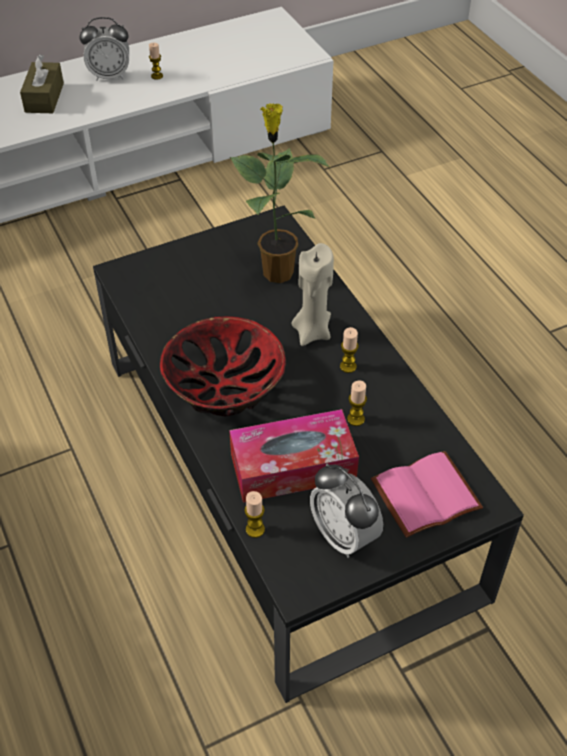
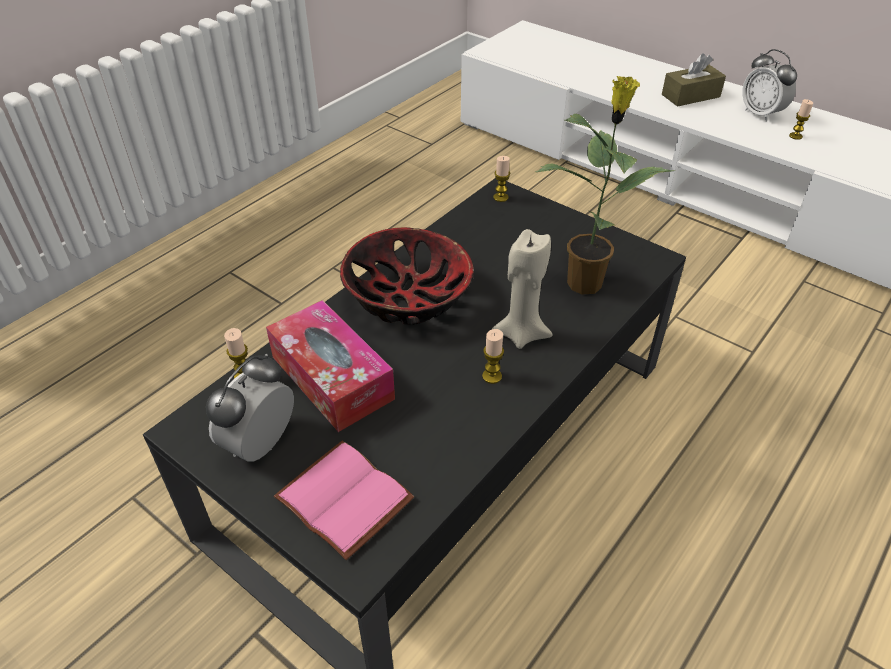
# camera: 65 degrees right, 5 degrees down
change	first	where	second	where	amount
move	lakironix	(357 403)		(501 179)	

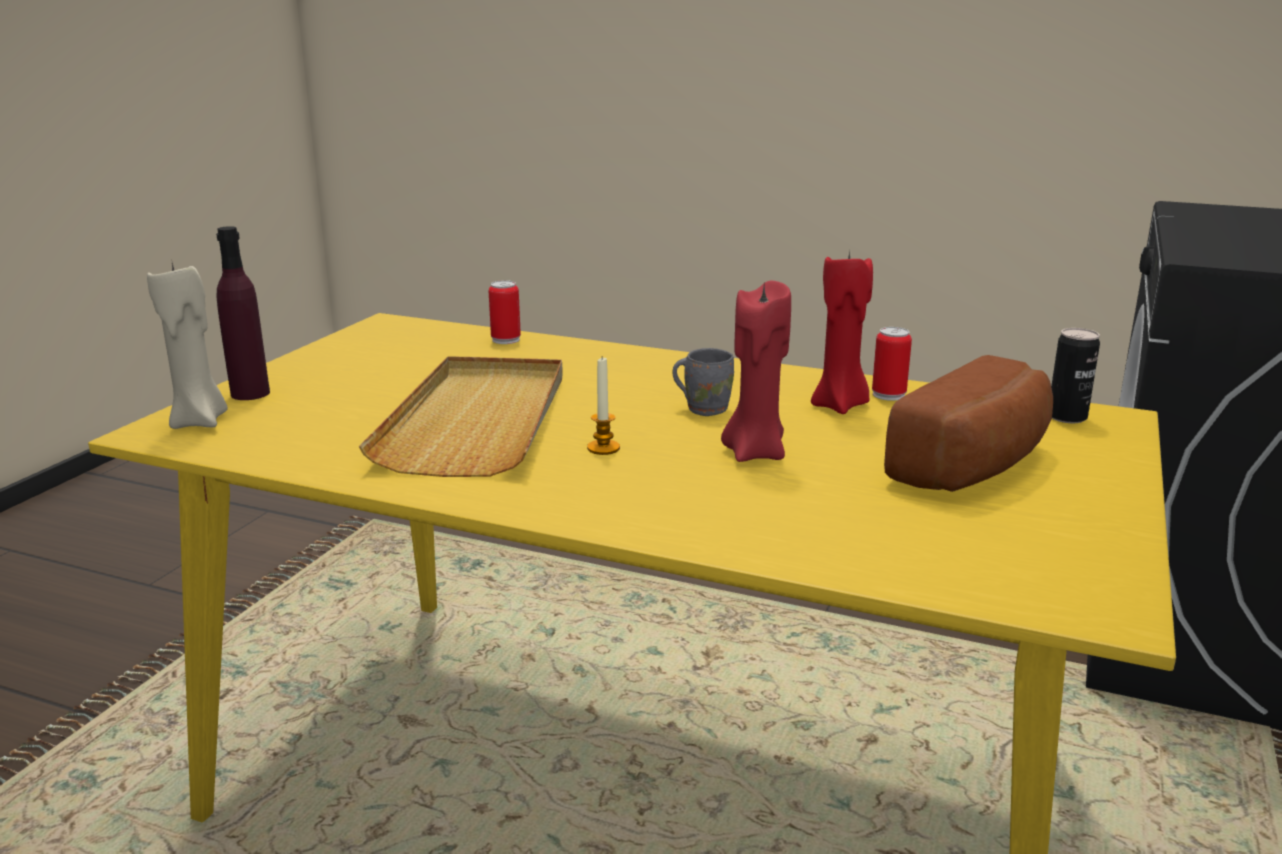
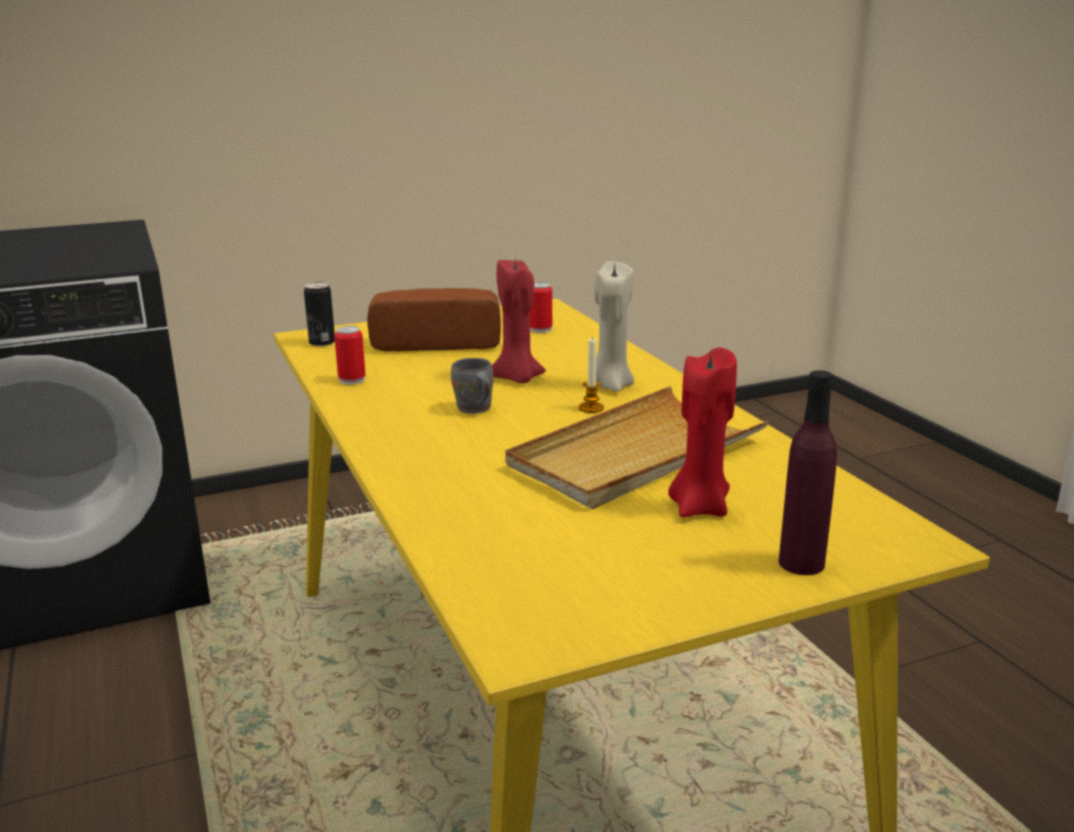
# camera: 135 degrees left, 0 degrees up
change	first	where	second	where	amount
move	red_lakironix	(842 332)		(702 432)	
move	beige_lakironix	(187 344)		(614 326)	
move	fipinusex	(505 312)		(541 307)	

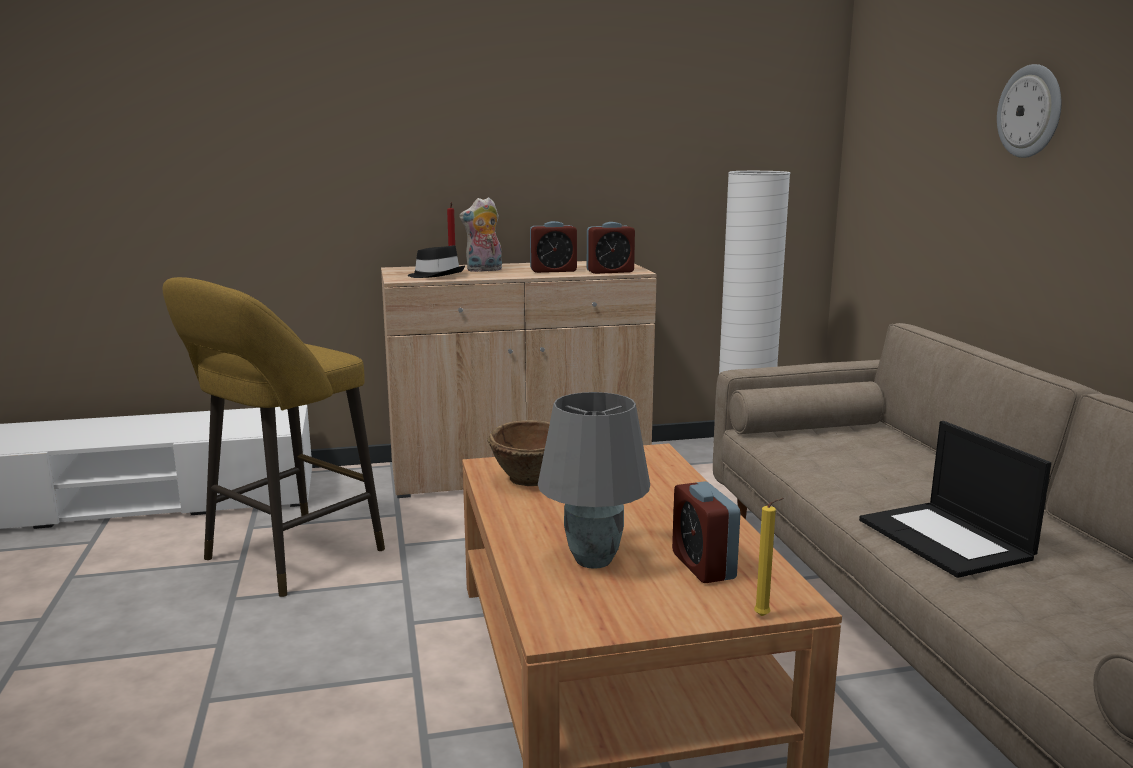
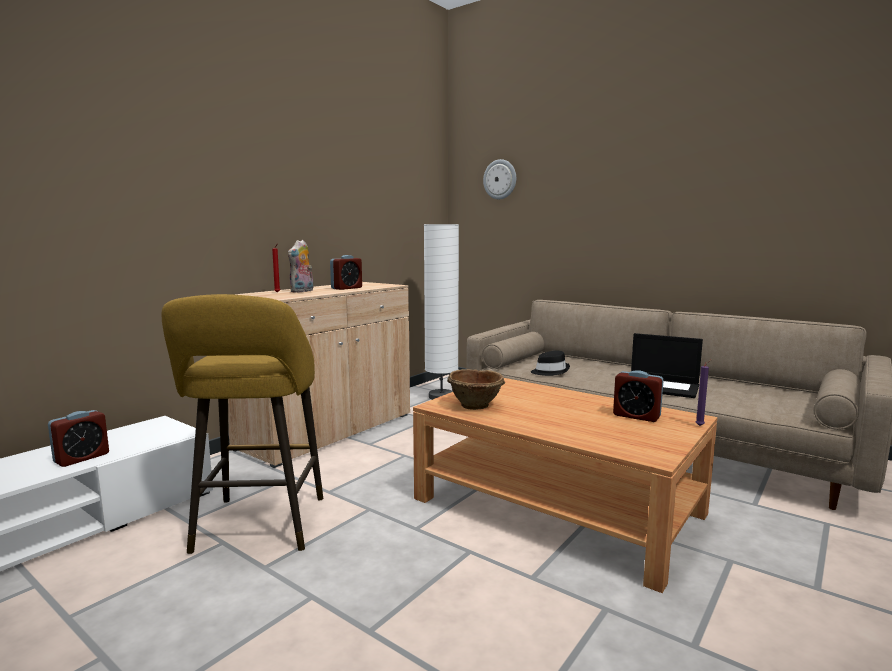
# camera: 40 degrees left, 5 degrees down
change	first	where	second	where	amount
move	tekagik	(1029 111)		(499 179)	
move	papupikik	(611 248)		(78 438)	
move	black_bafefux	(436 261)		(550 363)	
delete	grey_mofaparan	(594 480)			
recolor	yellow_lakironix	(769 557)	purple_lakironix	(703 393)	

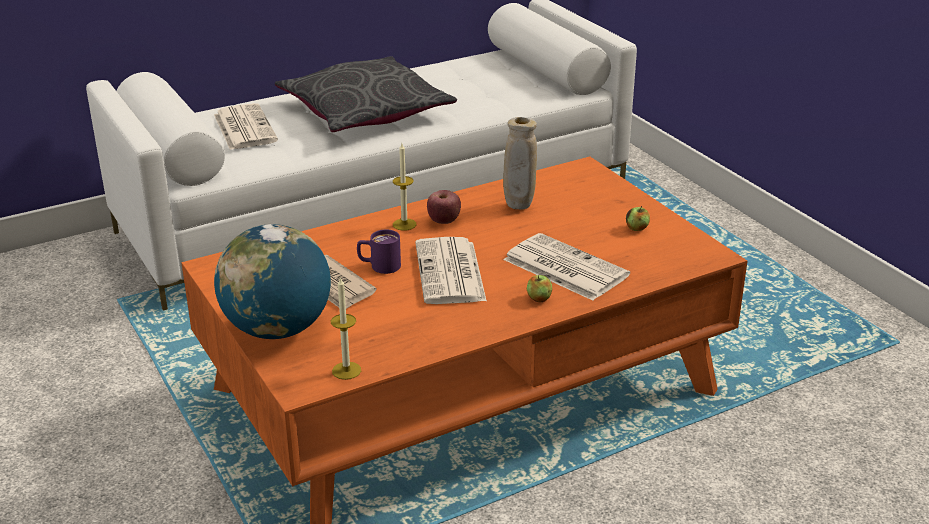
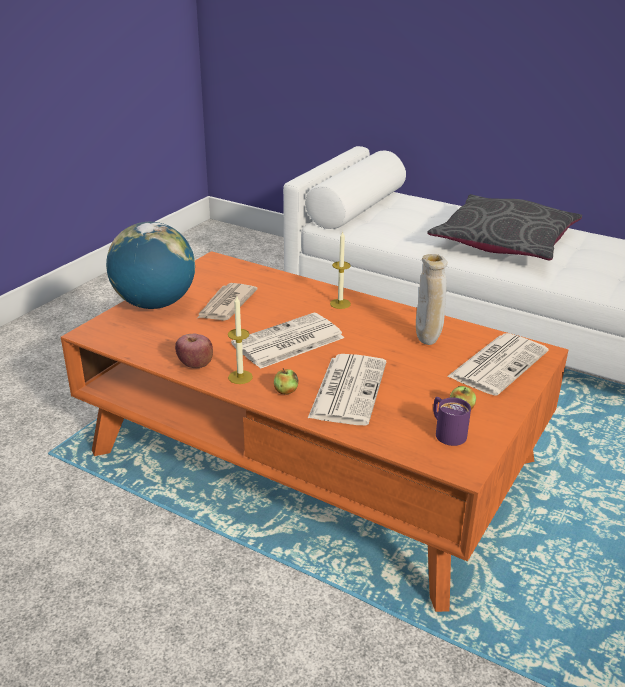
# camera: 60 degrees right, 0 degrees up
change	first	where	second	where	amount
move	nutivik	(246 126)		(497 364)	
move	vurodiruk	(444 207)		(194 351)	
move	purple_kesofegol	(379 252)		(452 421)	
move	lakironix	(346 328)		(240 340)	

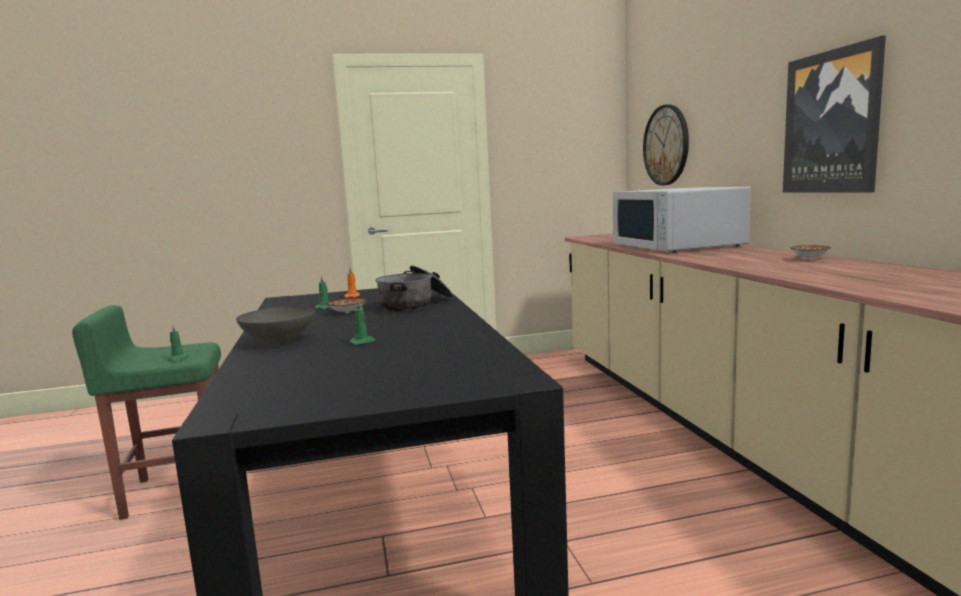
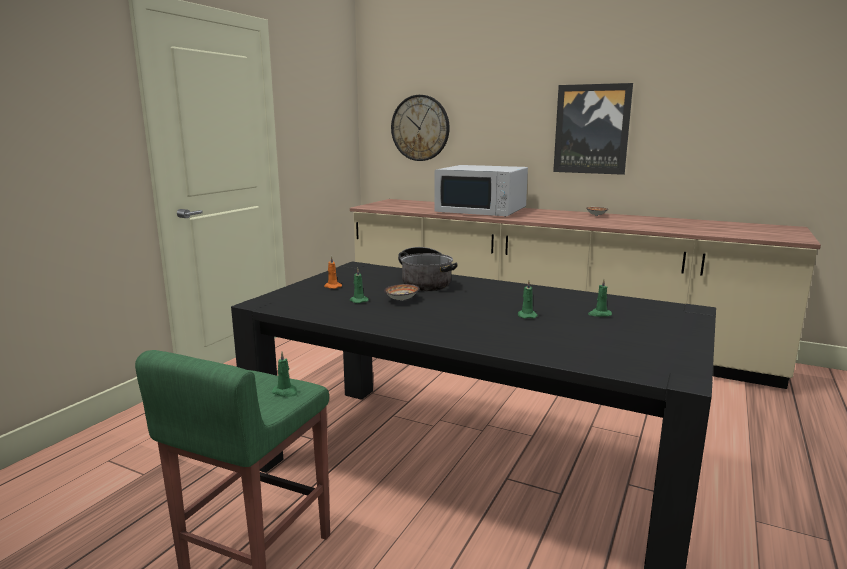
# camera: 50 degrees left, 5 degrees up
change	first	where	second	where	amount
delete	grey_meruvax	(275 325)			
insert			green_lakironix	(600 298)	

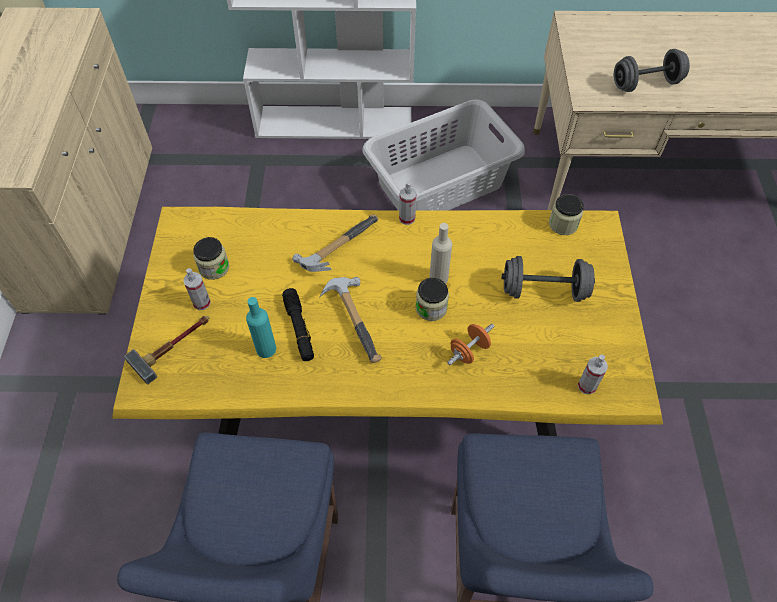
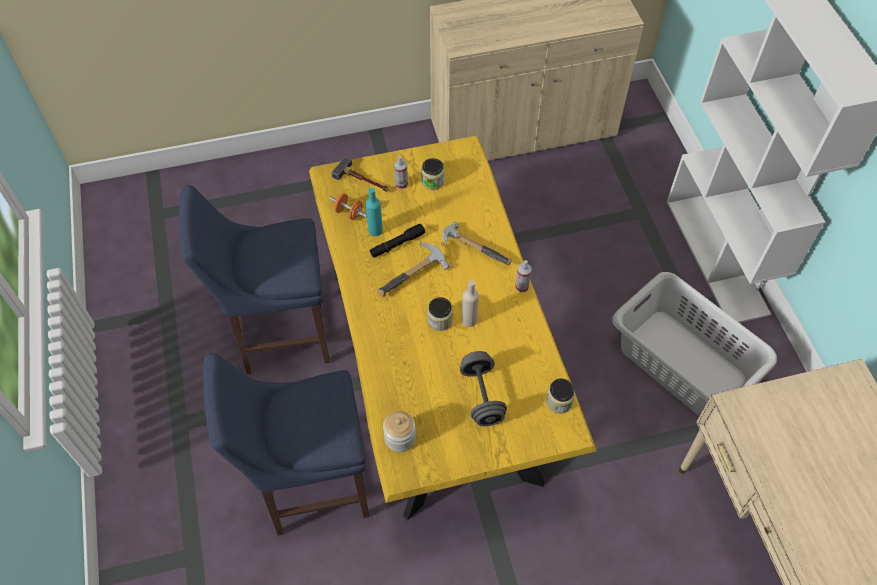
# camera: 75 degrees right, 0 degrees up
change	first	where	second	where	amount
delete	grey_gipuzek	(652 70)			
move	orange_gipuzek	(470 344)		(348 207)	
replace	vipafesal	(593 375)	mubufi	(399 431)	

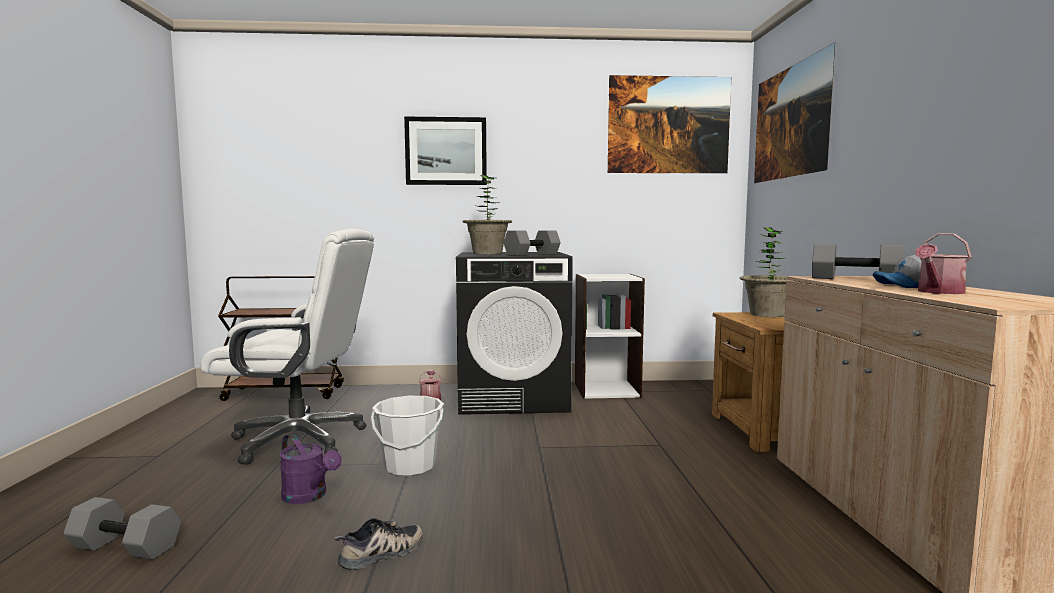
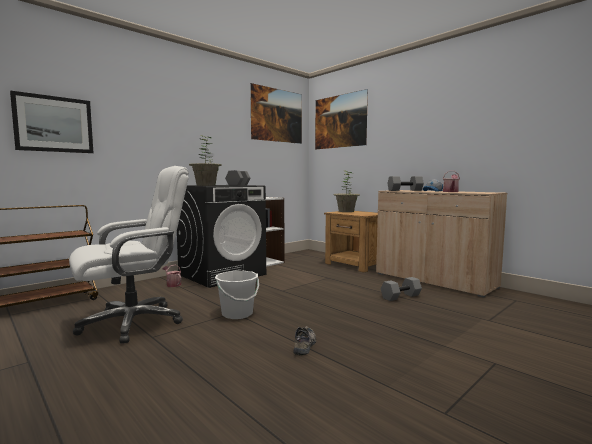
# camera: 40 degrees left, 0 degrees up
change	first	where	second	where	amount
move	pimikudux	(445 151)		(51 122)	
delete	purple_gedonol	(310 469)			
move	grey_gipuzek	(122 528)		(401 289)	

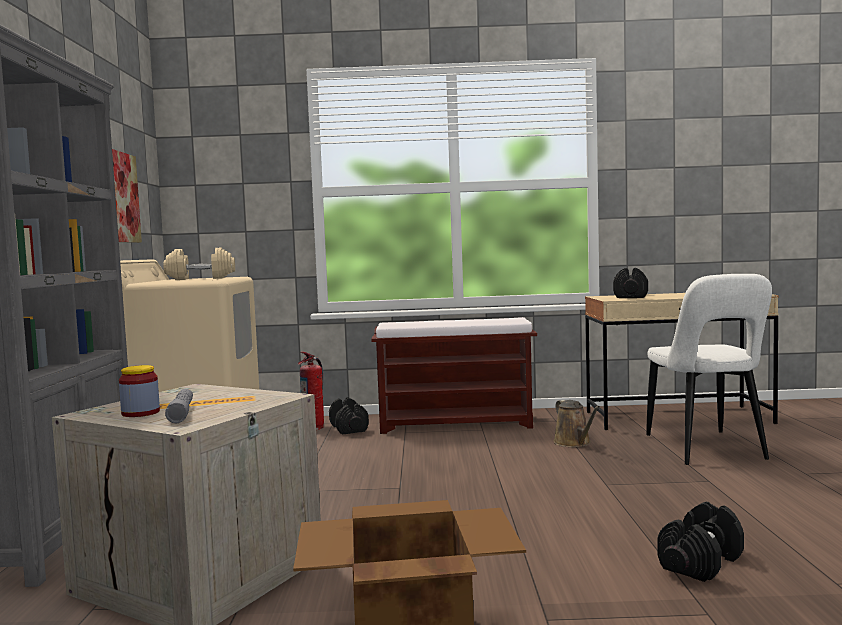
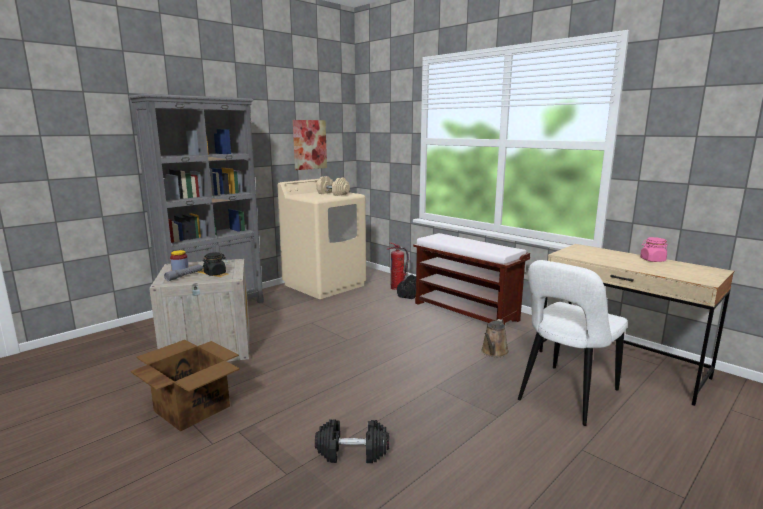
# camera: 45 degrees right, 10 degrees up
change	first	where	second	where	amount
delete	black_gipuzek	(630 283)			
insert			pink_mubufi	(654 249)	
insert			black_mubufi	(214 264)	

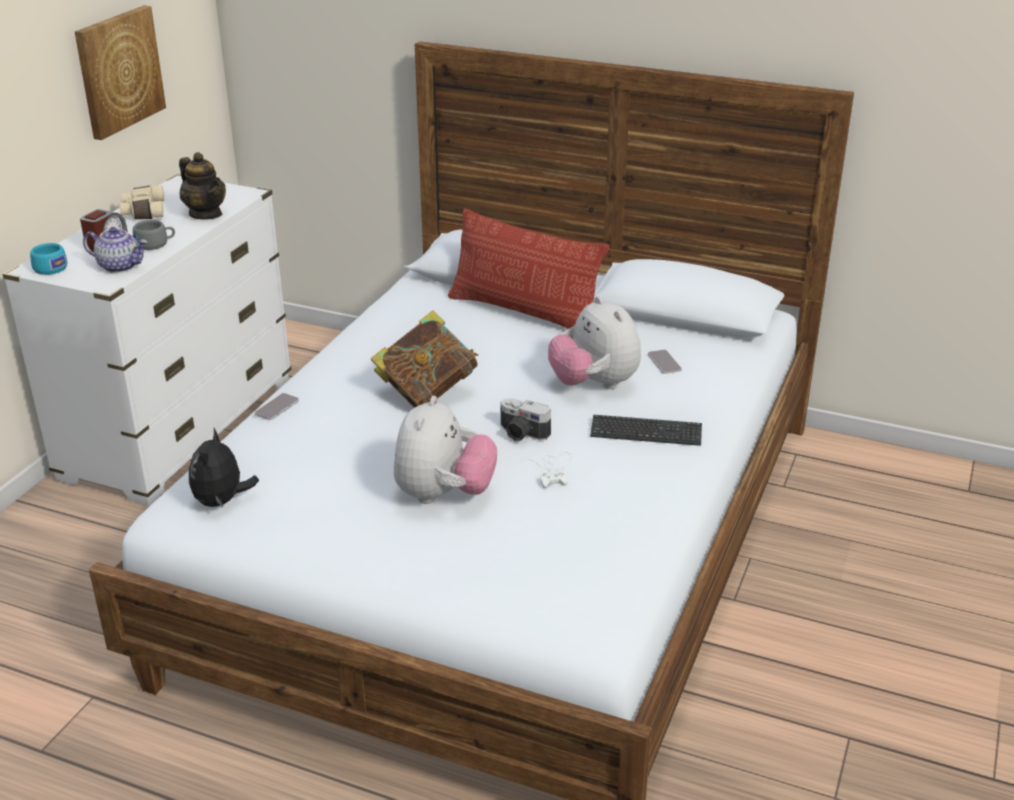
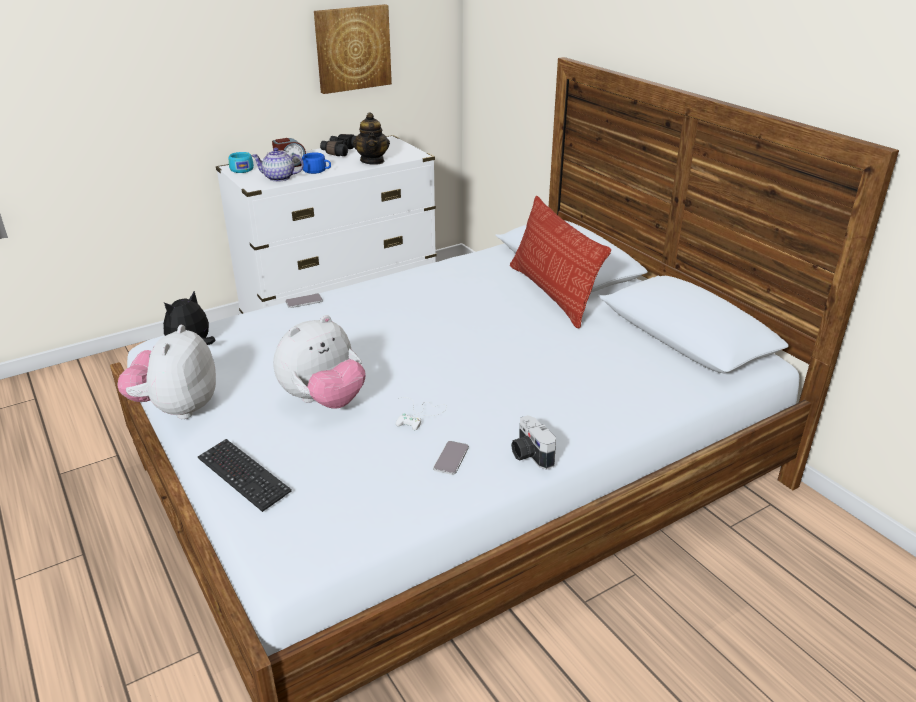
# camera: 35 degrees right, 0 degrees up
change	first	where	second	where	amount
recolor	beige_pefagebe	(142 202)	black_pefagebe	(338 145)	
recolor	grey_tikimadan	(154 235)	blue_tikimadan	(316 163)	
rotate	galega	(115 250)		(277 165)	135 degrees clockwise
move	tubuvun	(594 342)		(166 372)	
delete	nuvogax	(424 359)			
move	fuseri	(665 362)		(451 458)	
move	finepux	(525 419)		(533 442)	
move	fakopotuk	(646 430)		(245 475)	

